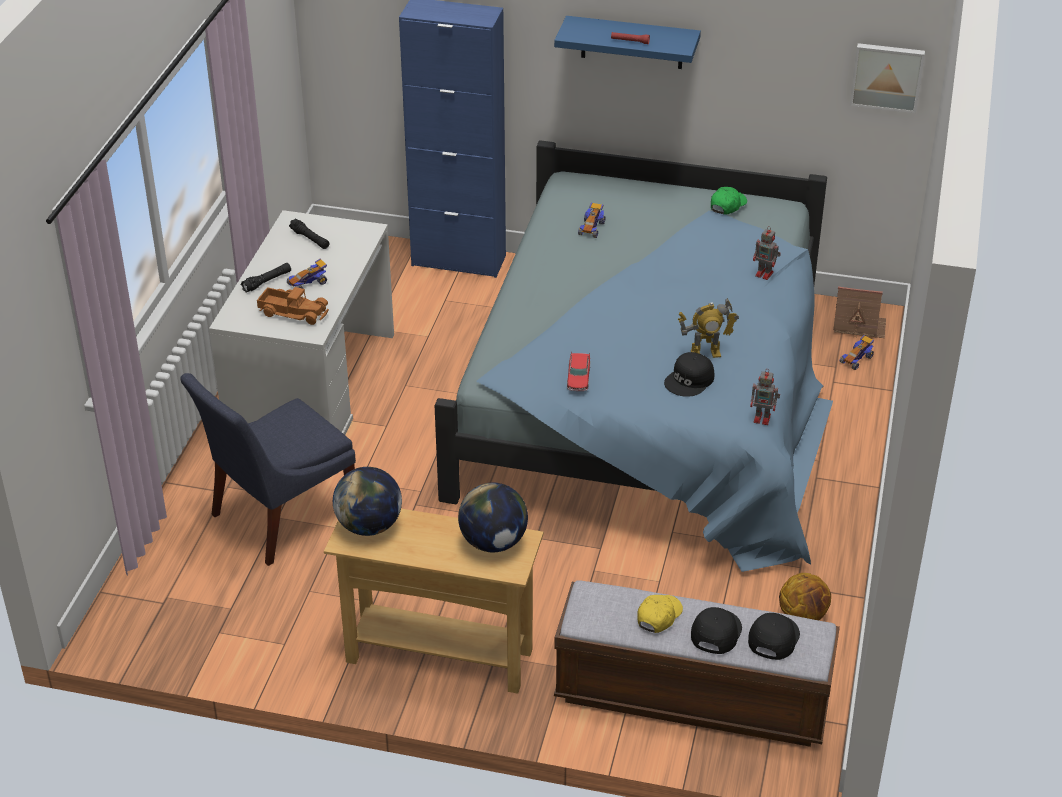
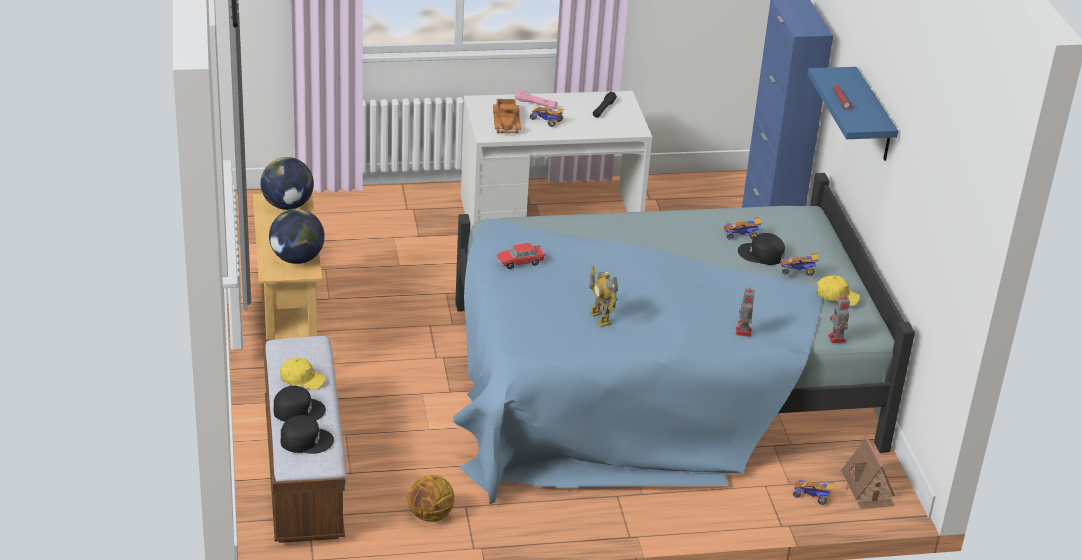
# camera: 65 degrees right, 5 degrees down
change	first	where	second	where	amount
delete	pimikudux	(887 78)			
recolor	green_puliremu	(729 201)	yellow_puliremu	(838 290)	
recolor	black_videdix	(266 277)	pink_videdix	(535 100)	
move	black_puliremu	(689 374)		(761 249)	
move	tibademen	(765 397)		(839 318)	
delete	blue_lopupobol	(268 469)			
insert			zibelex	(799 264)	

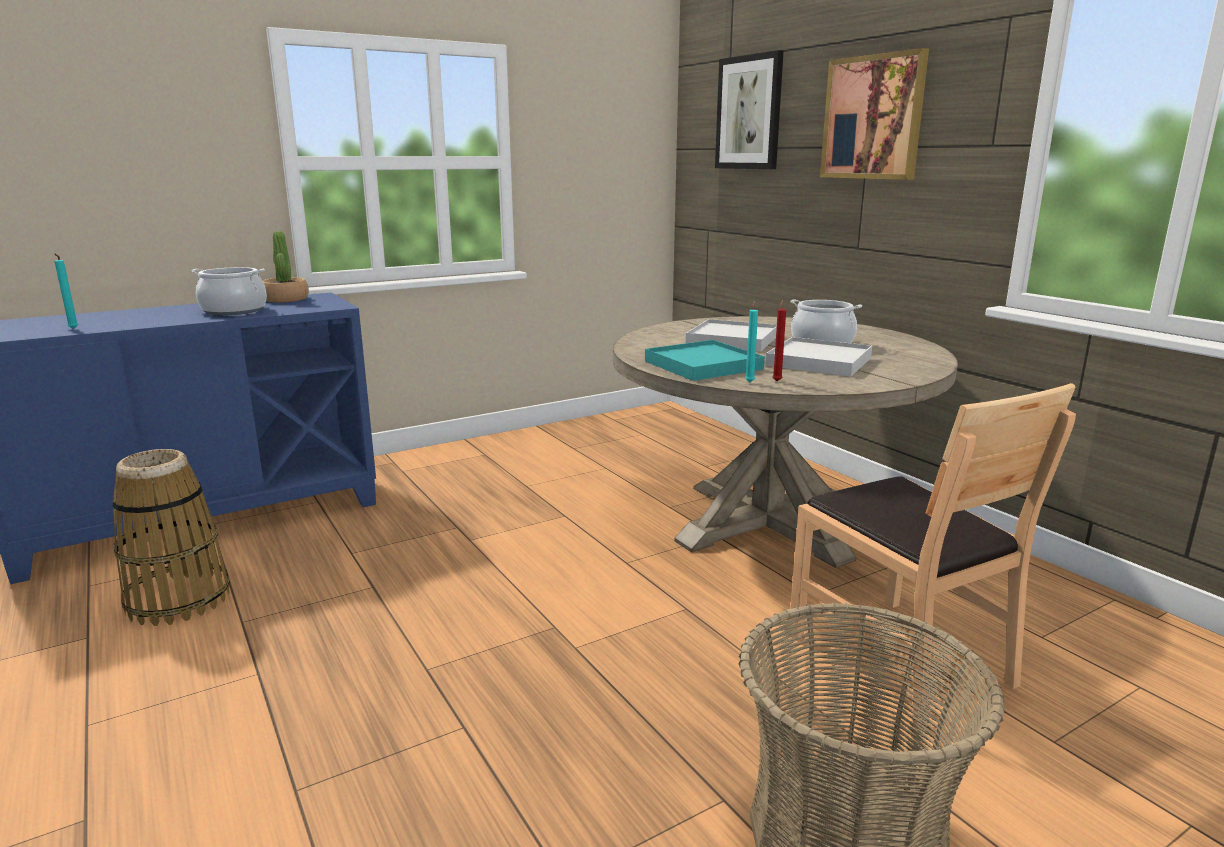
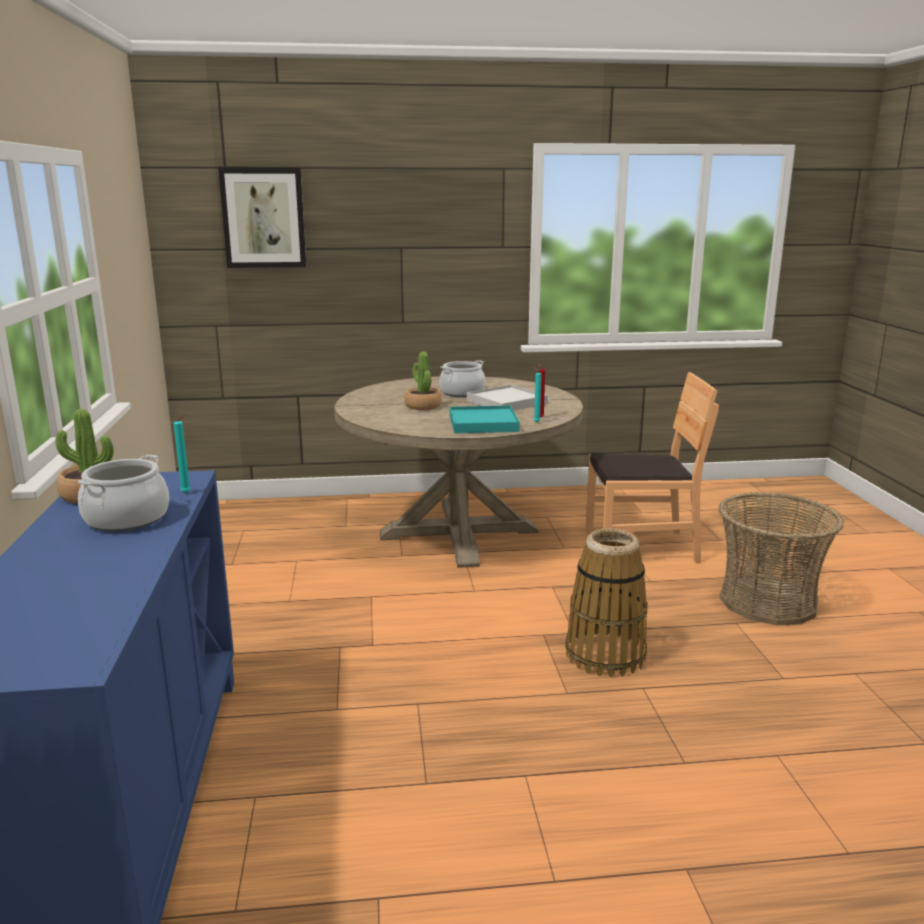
# camera: 65 degrees left, 0 degrees up
change	first	where	second	where	amount
delete	pimikudux	(874 114)			
move	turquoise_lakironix	(66 291)		(182 454)	
replace	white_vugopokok	(731 335)	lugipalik	(422 381)	
move	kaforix	(171 537)		(606 603)	

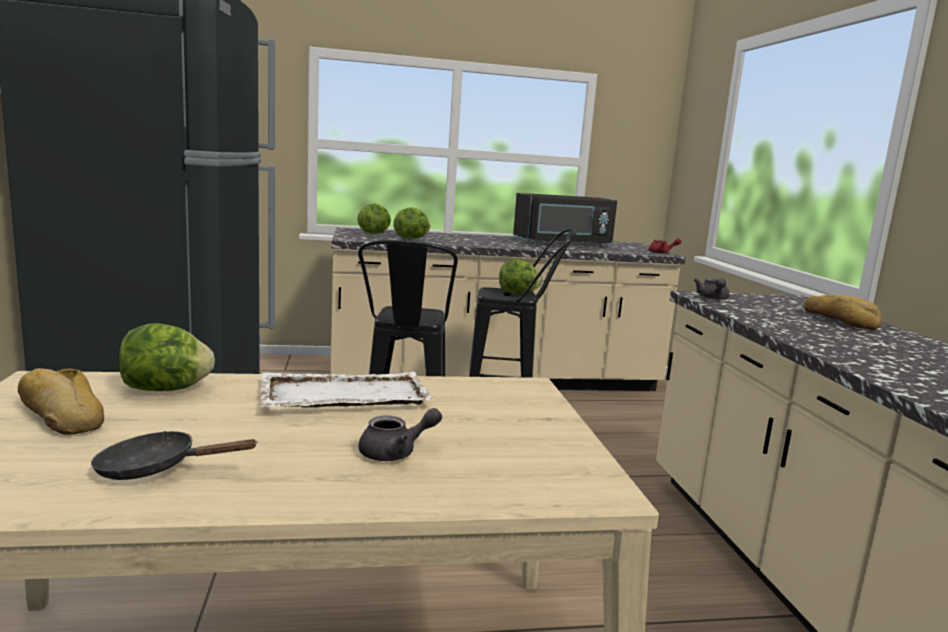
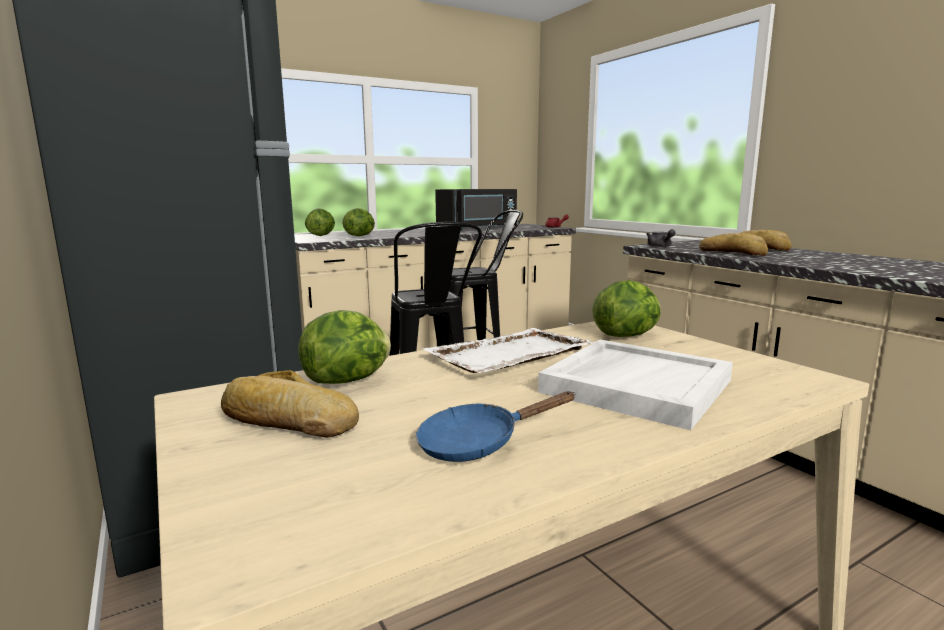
# camera: 20 degrees left, 0 degrees up
change	first	where	second	where	amount
move	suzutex	(520 276)		(627 308)	
replace	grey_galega	(400 434)	white_vugopokok	(635 385)	
recolor	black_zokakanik	(174 455)	blue_zokakanik	(496 426)	
insert			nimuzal	(733 244)	

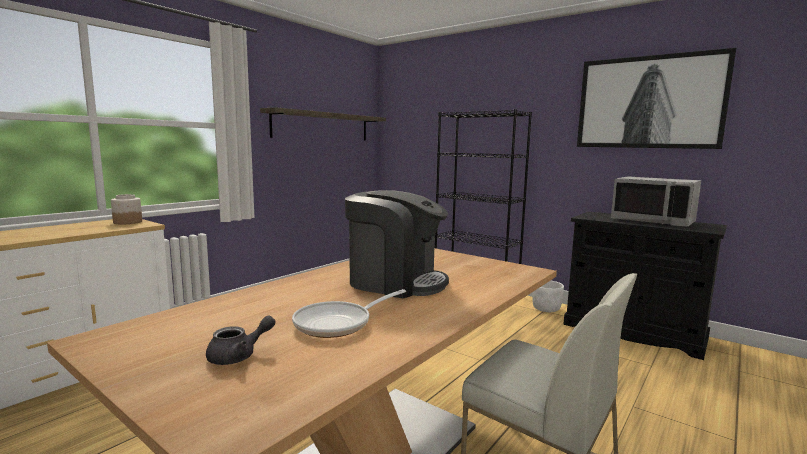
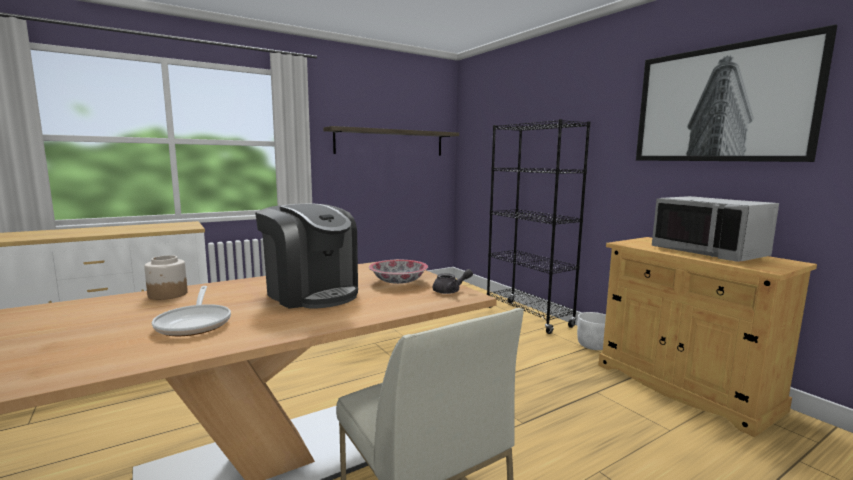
# camera: 20 degrees right, 0 degrees up
change	first	where	second	where	amount
move	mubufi	(126 209)		(166 277)	
recolor	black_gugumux	(645 286)	beige_gugumux	(707 337)	
rotate	zokakanik	(349 313)		(191 311)	90 degrees counterclockwise
move	grey_galega	(240 340)		(453 281)	
insert			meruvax	(398 272)	

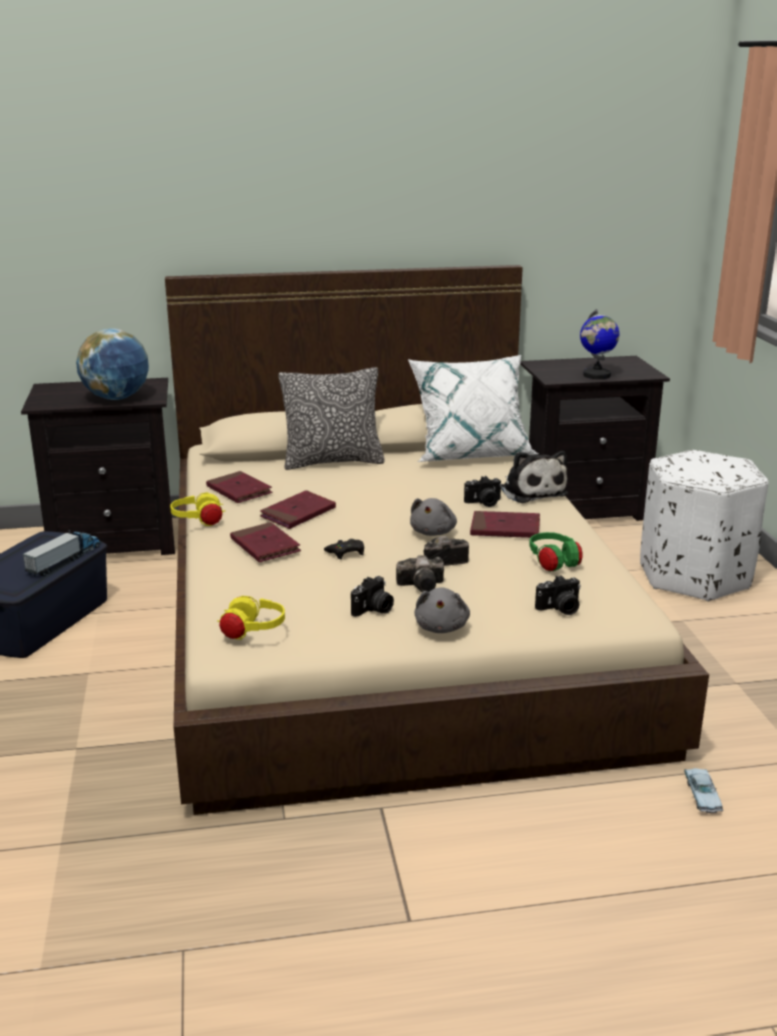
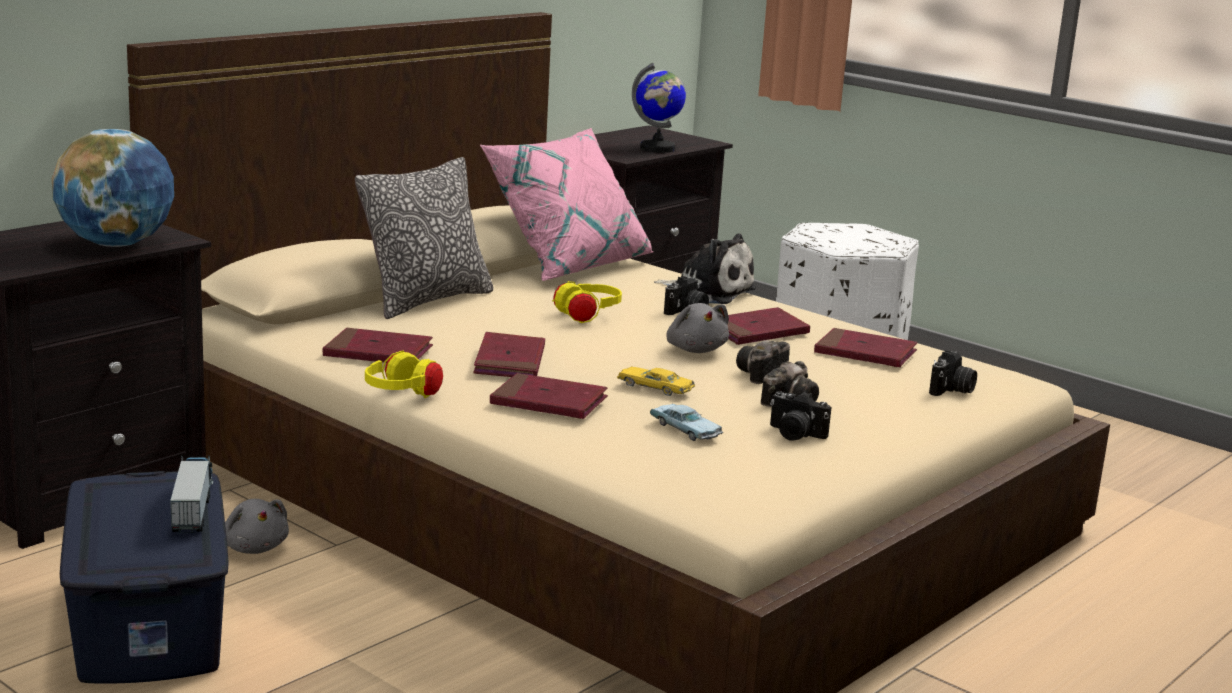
# camera: 40 degrees left, 5 degrees down
change	first	where	second	where	amount
recolor	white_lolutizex	(473 408)	pink_lolutizex	(566 204)	
replace	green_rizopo	(556 552)	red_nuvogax	(865 347)	
replace	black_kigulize	(344 549)	yellow_zibelex	(656 381)	
rotate	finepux	(372 596)		(800 416)	120 degrees clockwise
move	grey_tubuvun	(442 610)		(257 526)	
move	yellow_rizopo	(251 618)		(587 302)	
move	blue_zibelex	(703 790)		(686 422)	

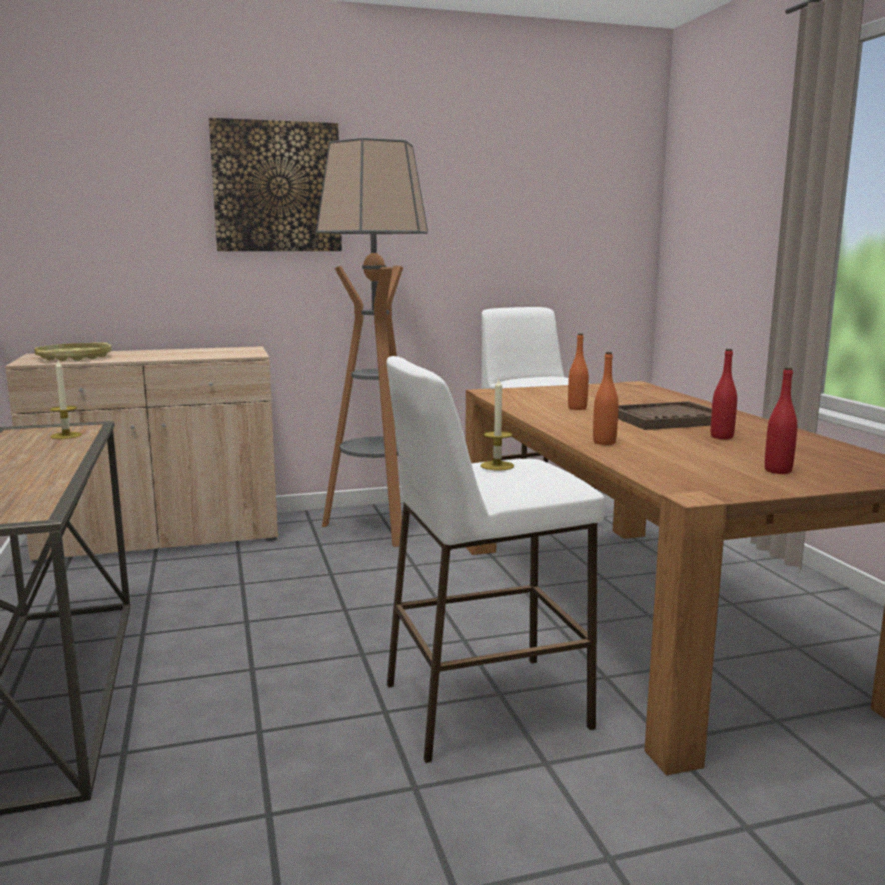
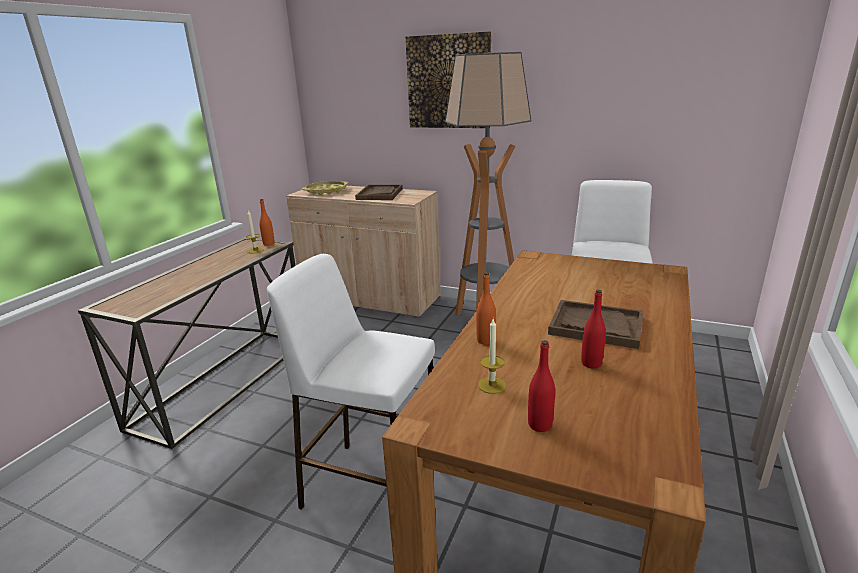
# camera: 40 degrees right, 10 degrees up
change	first	where	second	where	amount
move	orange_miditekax	(578 371)		(267 222)	
move	lakironix	(497 424)		(492 356)	
insert			brown_vugopokok	(379 192)	

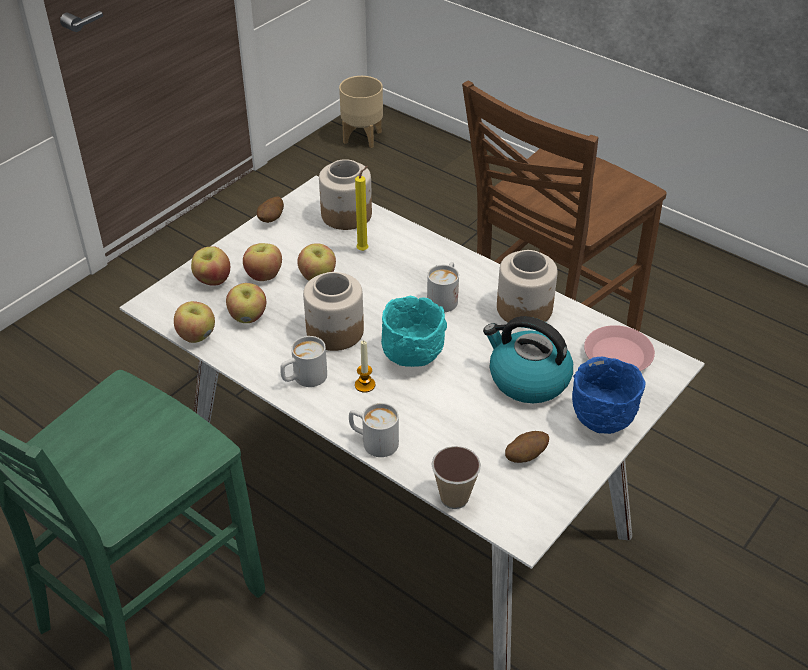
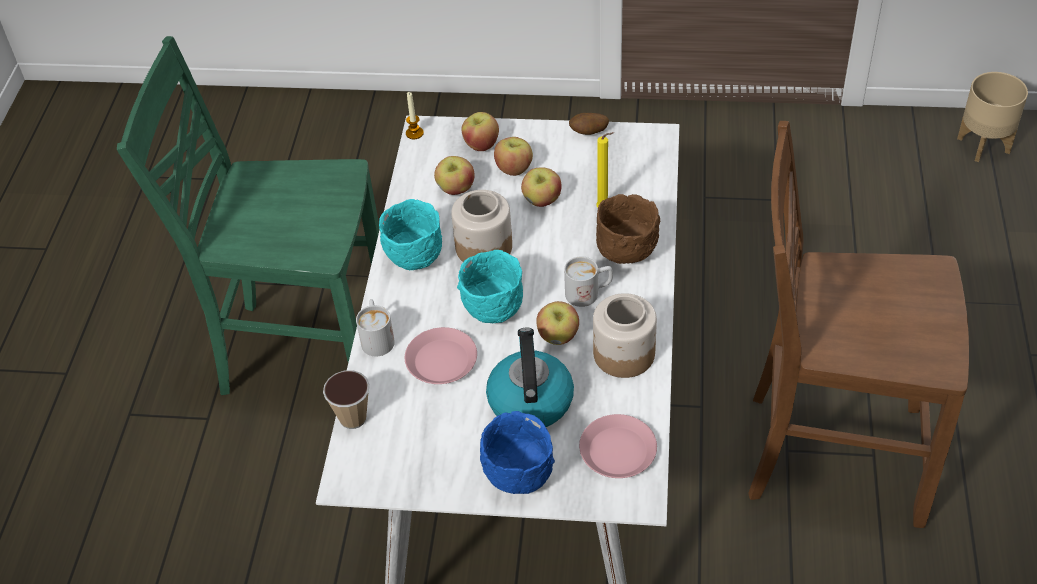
# camera: 60 degrees right, 5 degrees up
change	first	where	second	where	amount
delete	mubufi	(345 194)			
move	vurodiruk	(194 322)		(557 323)	
replace	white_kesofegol	(303 361)	turquoise_meruvax	(410 234)	
move	lakironix	(365 367)		(415 115)	
delete	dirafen	(527 447)			
insert			brown_meruvax	(628 229)	
insert			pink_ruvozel	(441 355)	

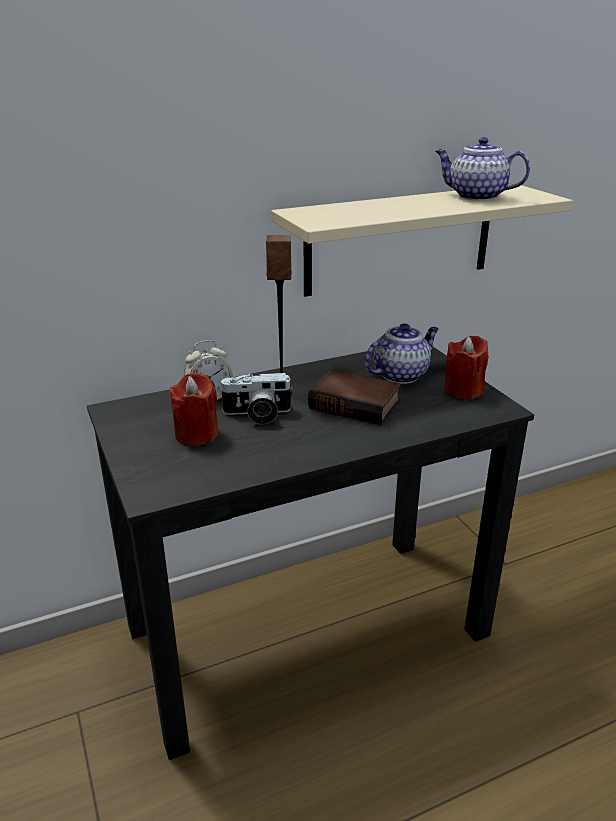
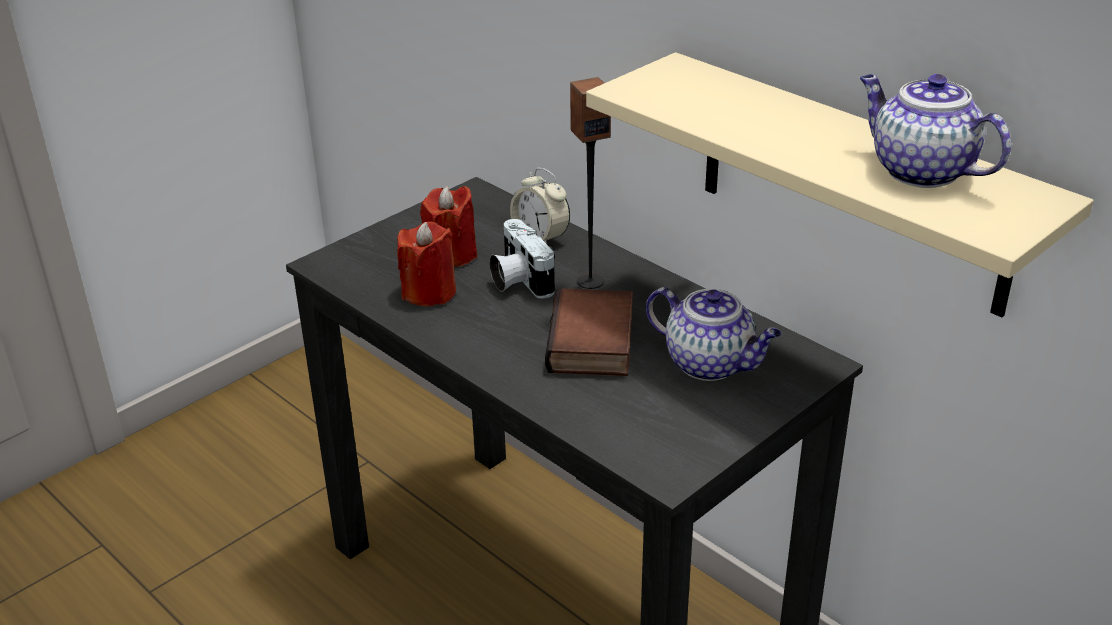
# camera: 70 degrees right, 5 degrees up
change	first	where	second	where	amount
rotate	galega	(482 169)		(935 131)	45 degrees counterclockwise
move	red_lakironix	(466 368)		(426 263)	

